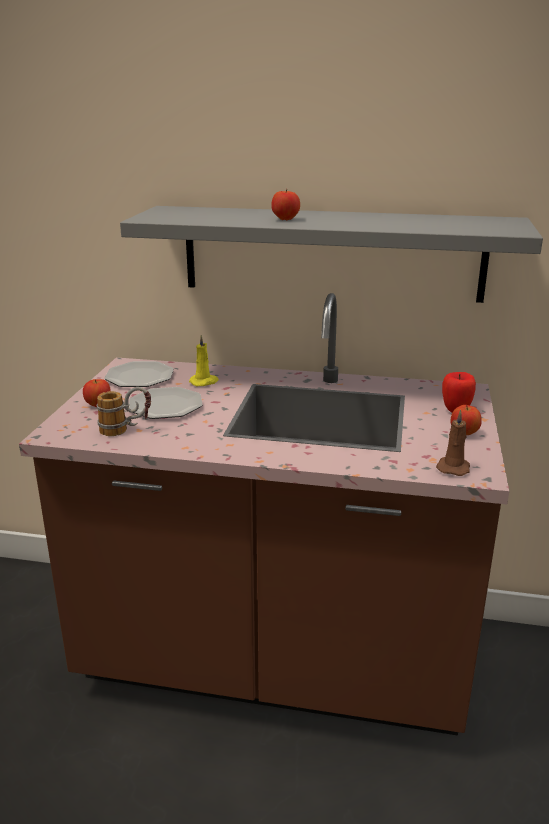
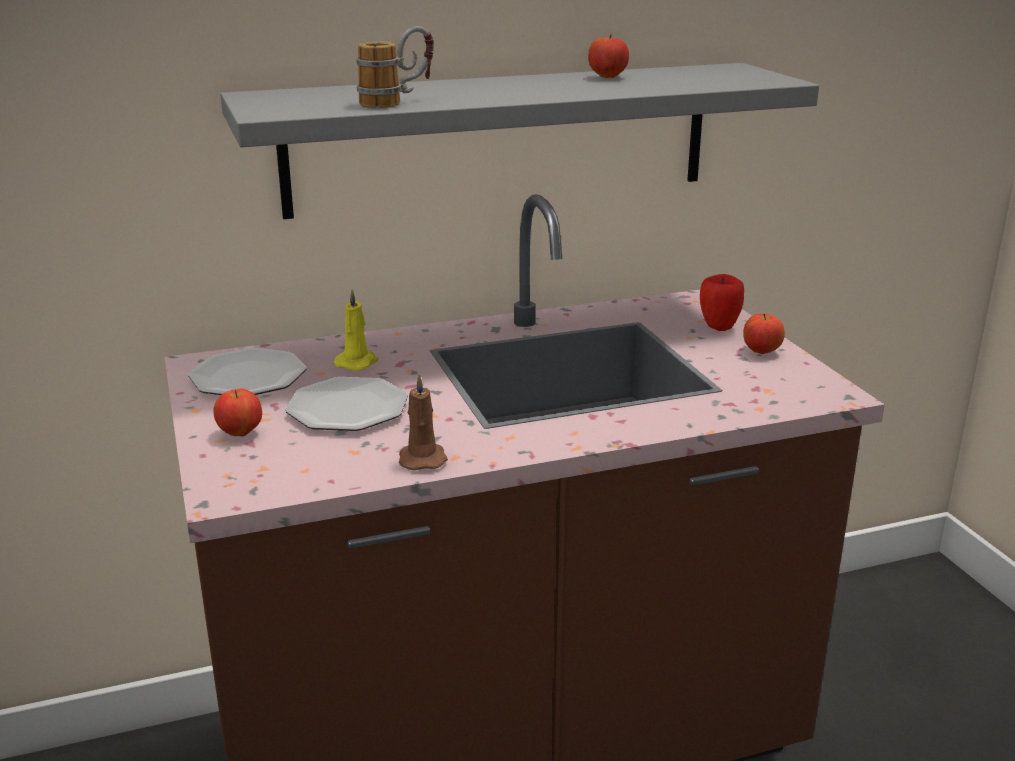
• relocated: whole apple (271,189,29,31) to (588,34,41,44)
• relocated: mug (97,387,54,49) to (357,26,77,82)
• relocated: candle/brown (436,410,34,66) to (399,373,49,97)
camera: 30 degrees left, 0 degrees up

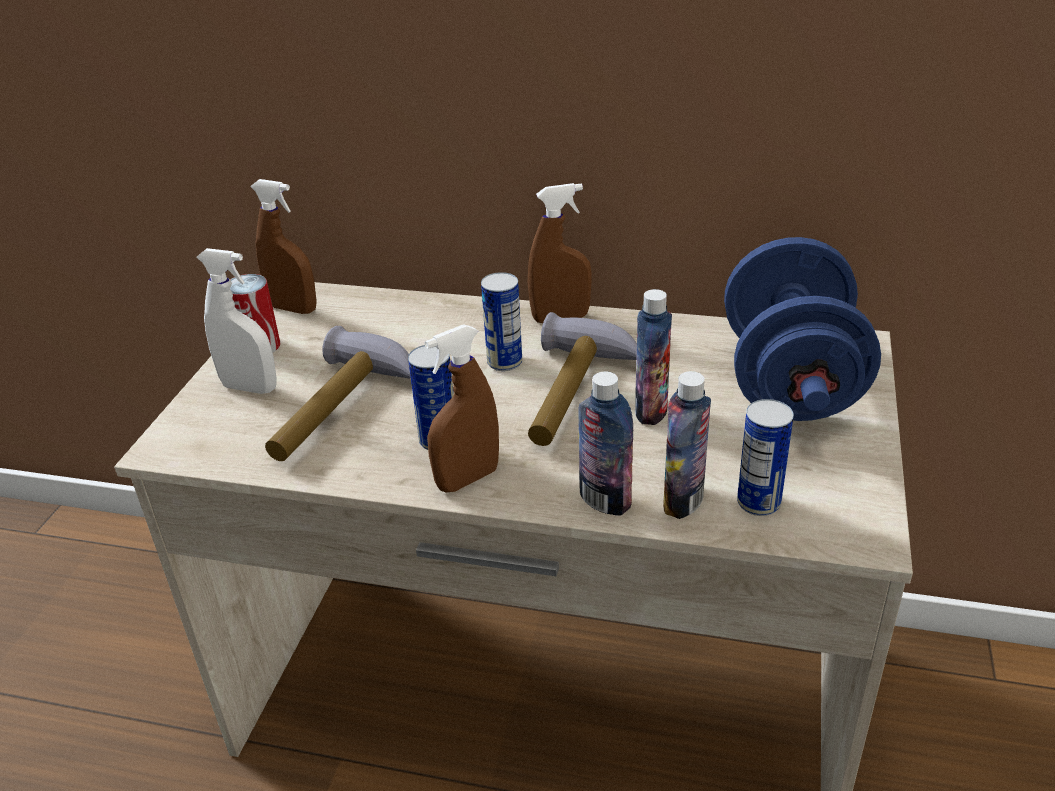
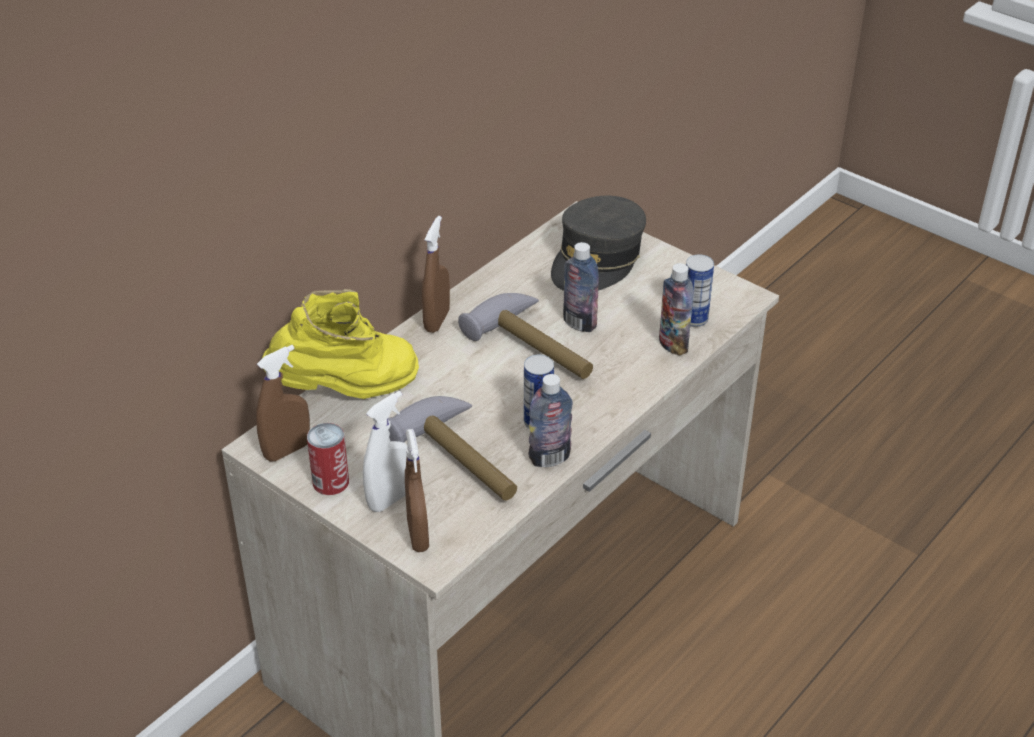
• exchanged: hand weight/blue (724,237,157,184) to cap/gray (551,196,95,95)
• missing: can (481,272,41,99)
• relocated: spray bottle/brown (424,324,75,169) to (405,429,24,123)
• relocated: bottle (578,372,55,144) to (529,374,44,93)
• appeared: boot/yellow-coloured (262,289,157,110)
camera: 65 degrees left, 5 degrees up

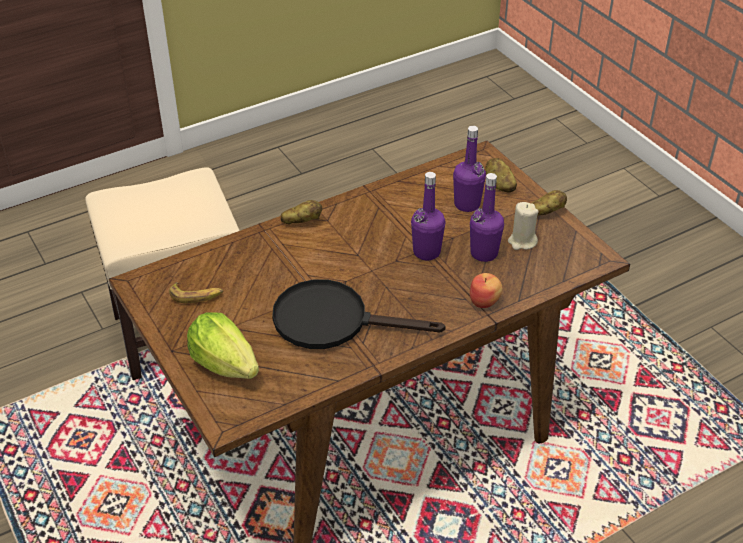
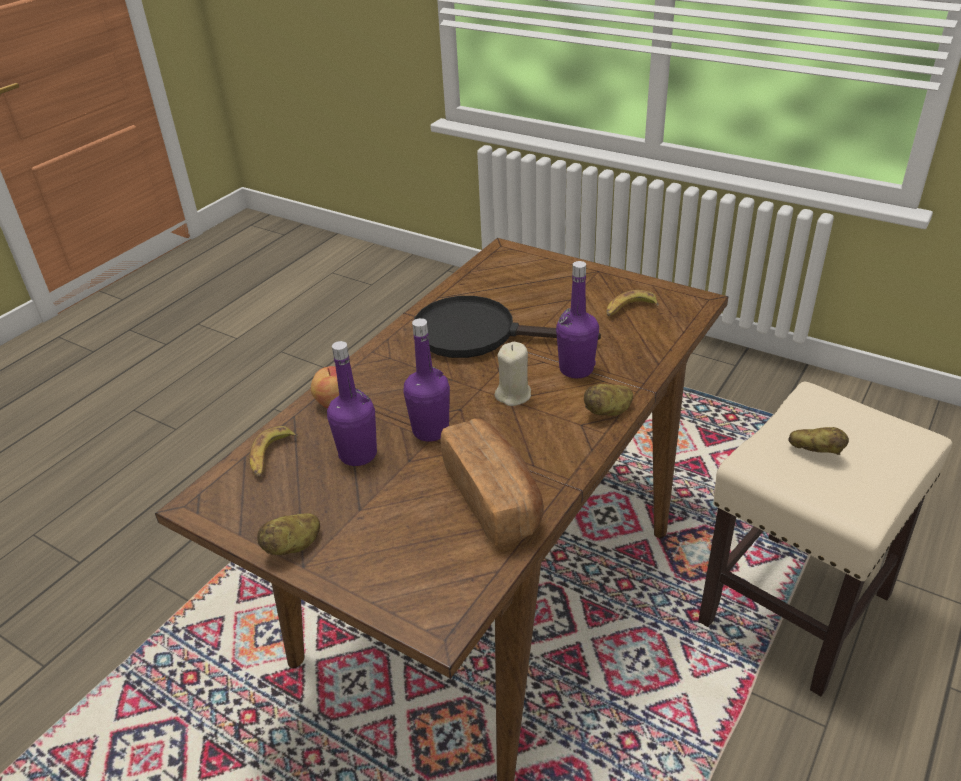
• relocated: bottle/purple (453,126,33,86) to (556,261,43,117)
• relocated: whole potato (485,158,32,34) to (788,427,61,28)
• relocated: candle/beige-coloured (508,202,30,48) to (494,342,37,64)
• spun: pan/black (272,279,174,70) = (414,296,187,62) 150 degrees counterclockwise
• missing: head of lettuce (187,312,72,67)
• appeared: bakery bread (441,418,103,128)
• appeared: banana (250,426,48,52)
camera: 155 degrees right, 5 degrees down

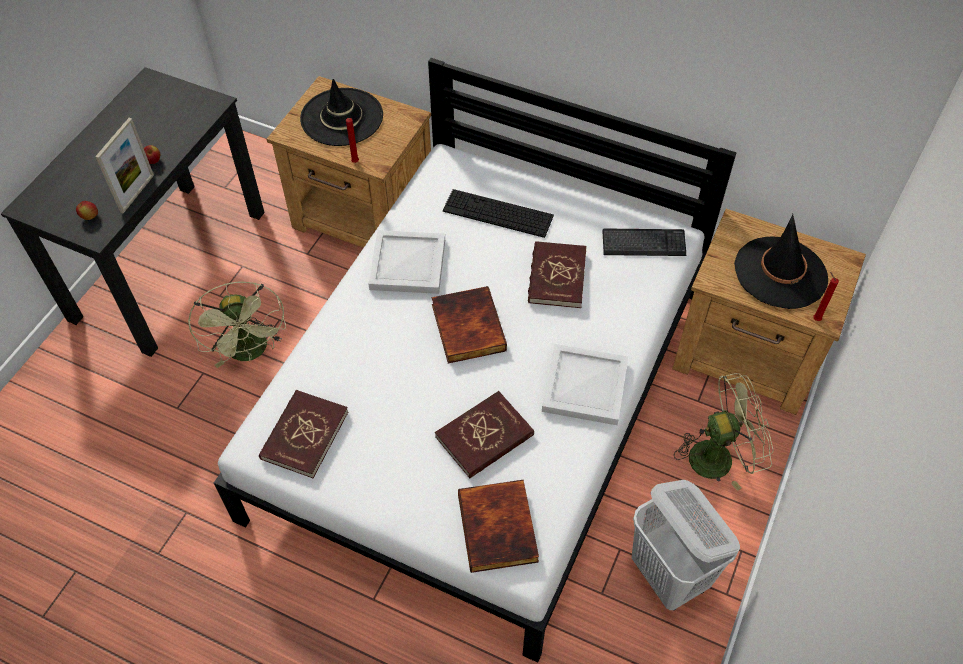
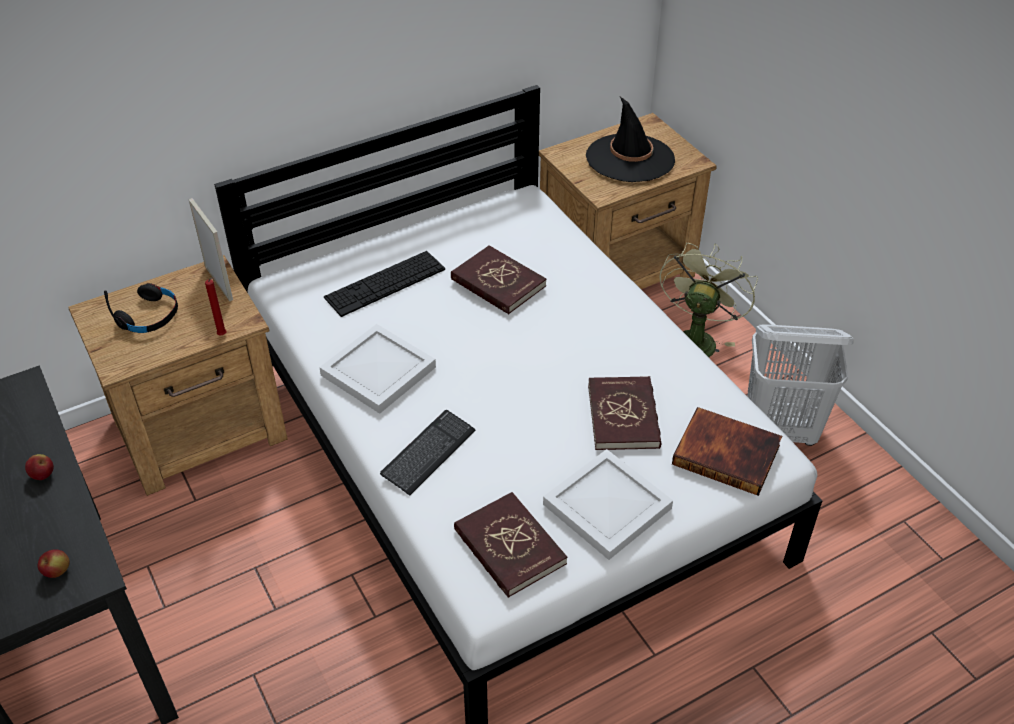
• exchanged: wearable hat/black (300,79,83,67) to headphones/black (104,283,74,50)
• relocated: standing frame (95,118,59,95) to (189,198,44,103)
• relocated: keyboard (603,228,83,28) to (380,410,95,86)
• missing: candle/red (813,272,26,49)
• missing: cooling fan/green-coloured (188,282,98,86)
• missing: book (432,286,75,77)
• relocated: tray/white-coloured (542,344,86,81) to (543,449,130,111)
camera: 55 degrees left, 10 degrees down

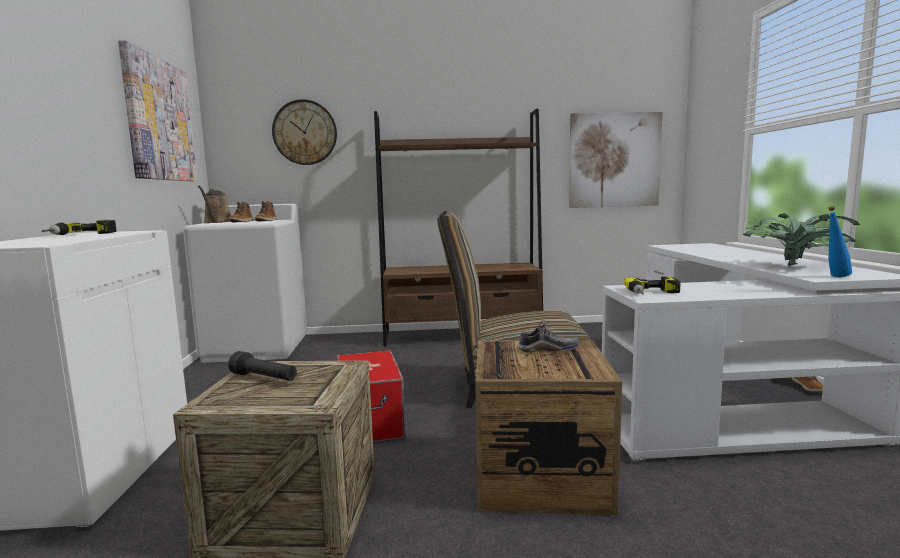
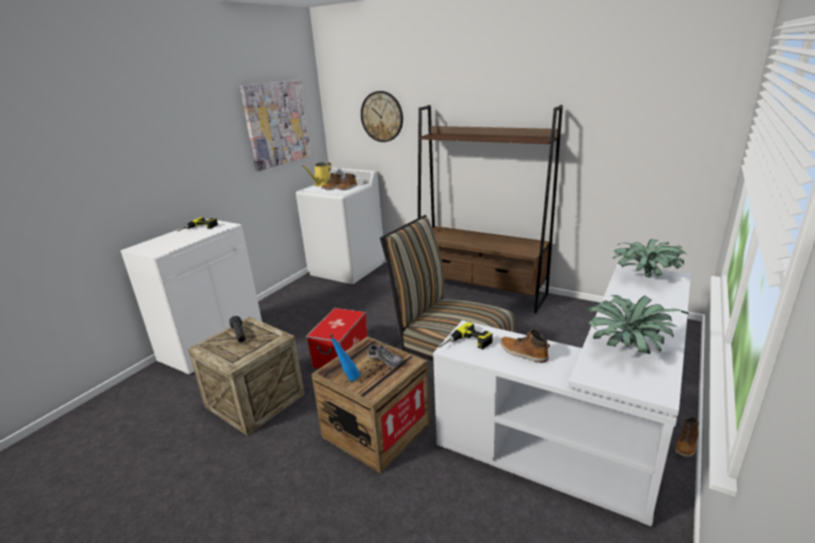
• missing: wall art (569,112,94,96)
• colour: sprinkling can/brown (198,186,33,37) to sprinkling can/yellow-coloured (302,162,29,25)
• relocated: bottle/blue (828,206,24,71) to (329,334,31,47)
• appeared: houseplant (613,239,73,38)
• appeared: boot (501,330,49,33)
camera: 35 degrees right, 15 degrees up

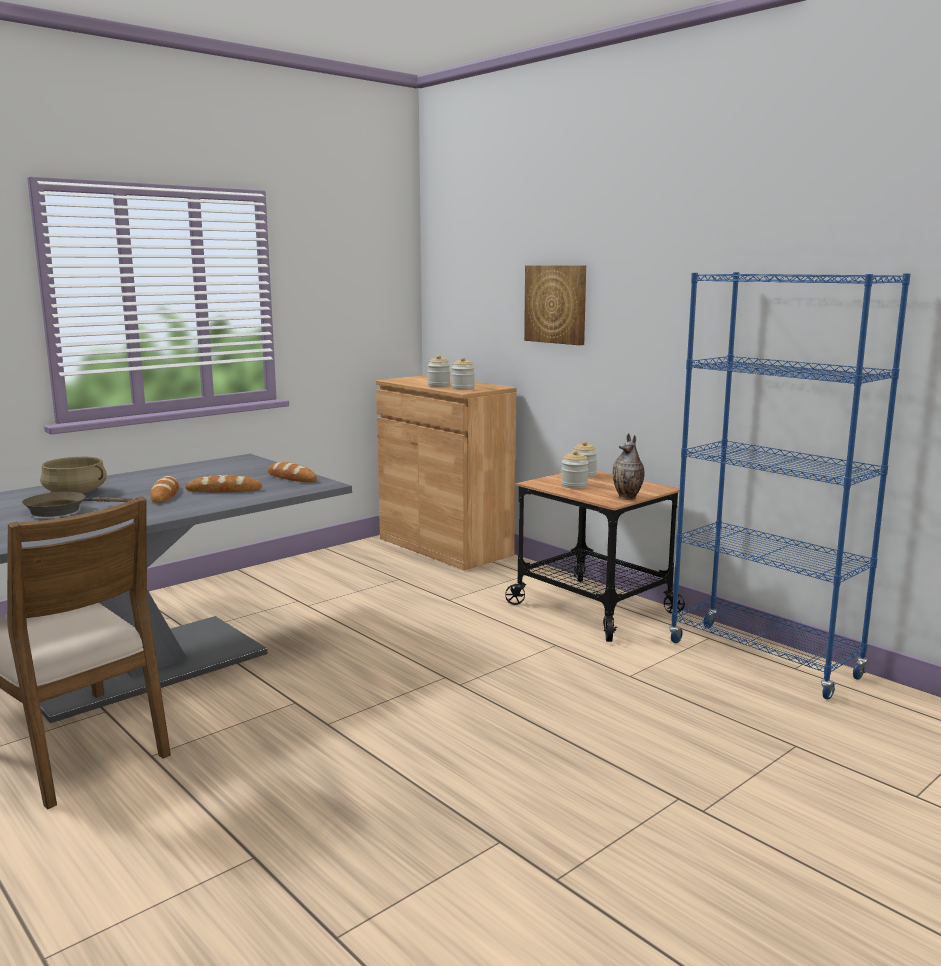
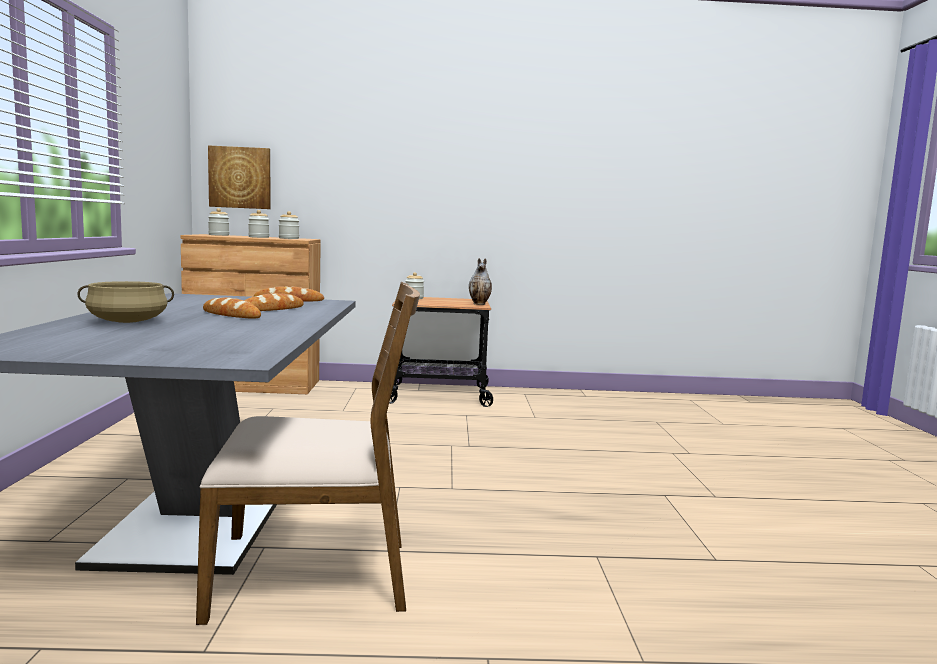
• relocated: wall art (524,265,62,80) to (208,145,63,64)
• missing: bookcase/blue (669,272,242,427)
• relocated: jar (561,450,28,39) to (208,208,21,28)
• missing: pan/brown (22,492,111,25)
camera: 50 degrees left, 5 degrees down

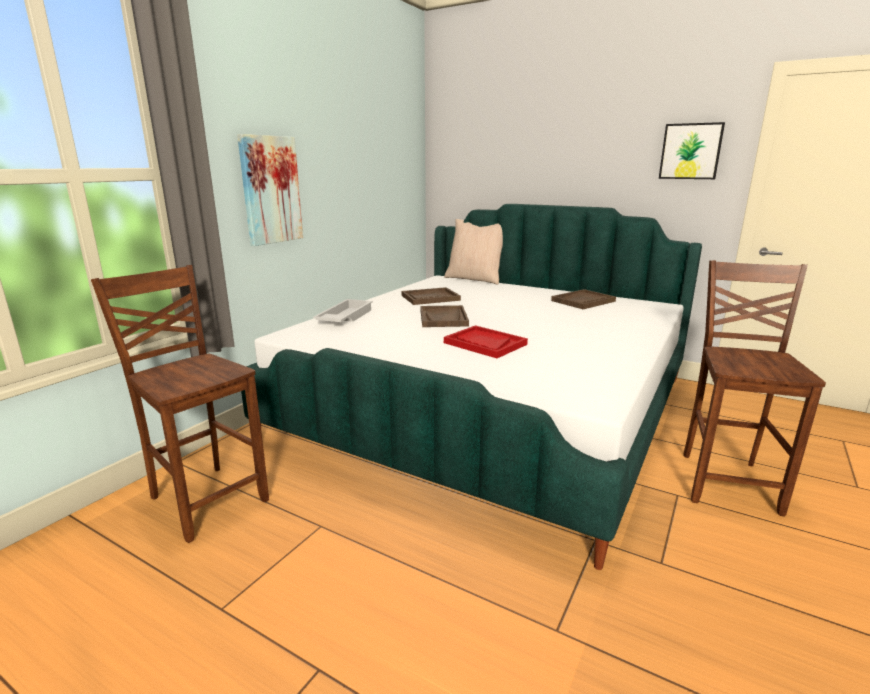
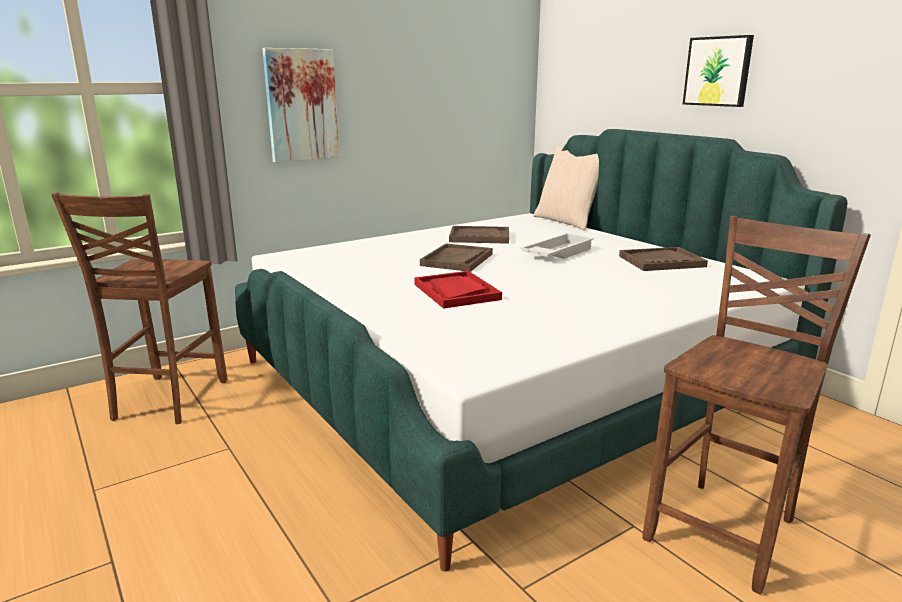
• relocated: wall art (659,122,66,57) to (683,35,71,72)
• spun: chair/brown (91,265,178,278) = (51,192,176,232) 150 degrees counterclockwise
• relocated: tray/white-coloured (313,299,60,23) to (520,233,74,26)
camera: 25 degrees right, 0 degrees up

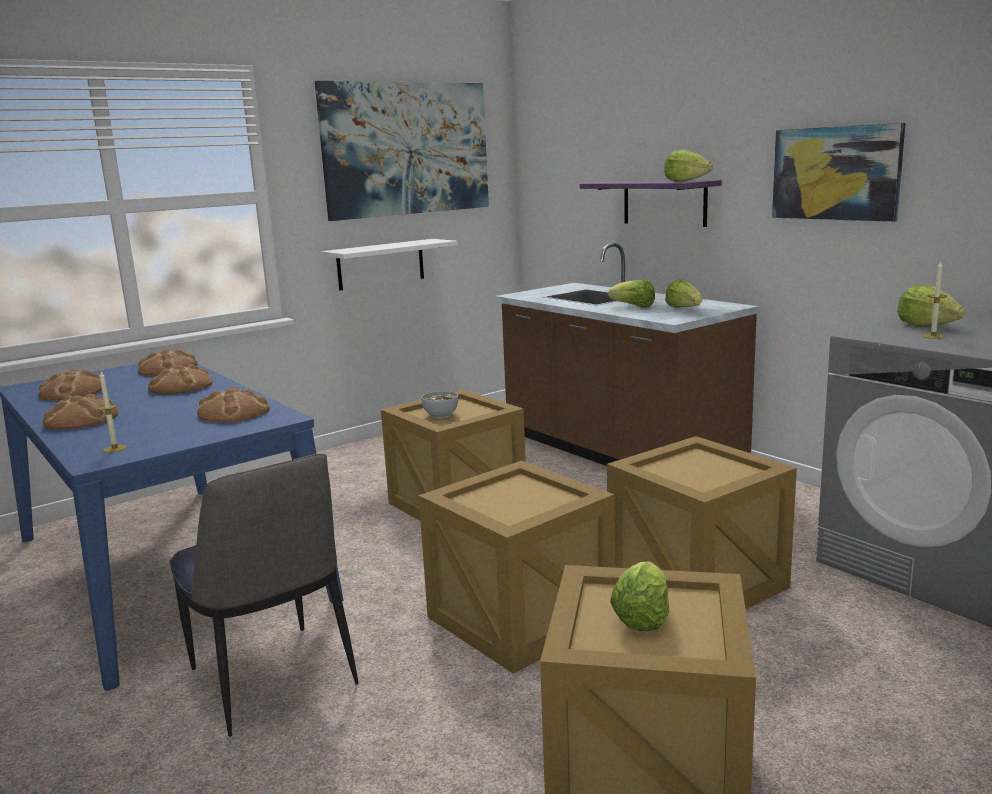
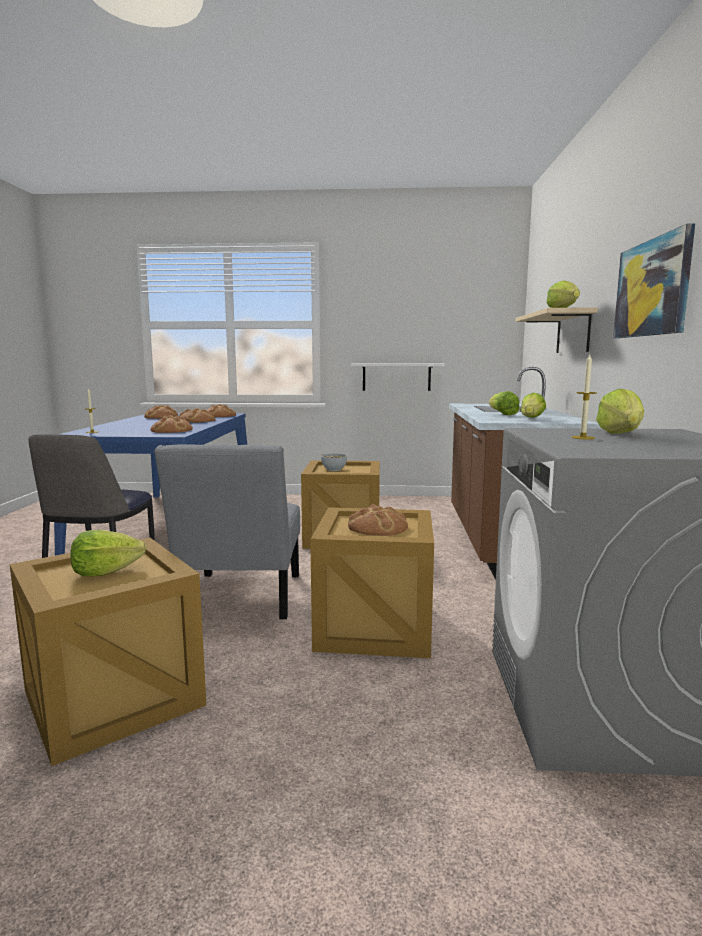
• missing: wall art (315,81,174,140)
• colour: wall shelf/purple (580,180,142,47) to wall shelf/beige-coloured (515,308,83,45)
• relocated: bakery bread (43,394,75,36) to (348,504,60,32)
• exchanged: crate (418,461,197,213) to chair/gray (154,444,146,175)
camera: 40 degrees right, 5 degrees down

